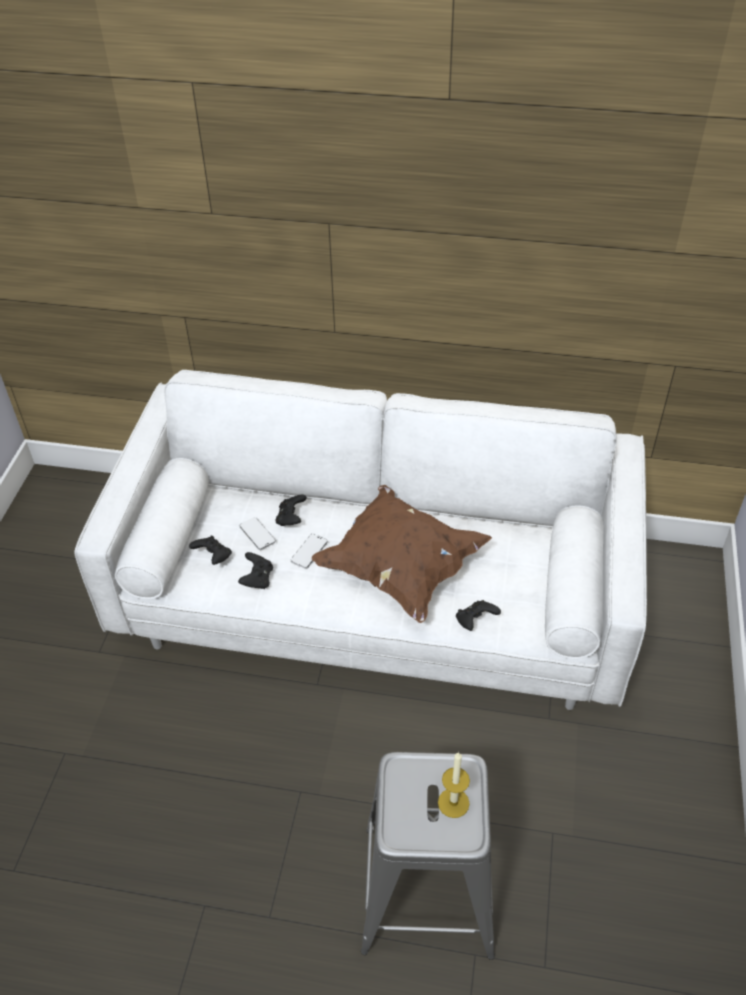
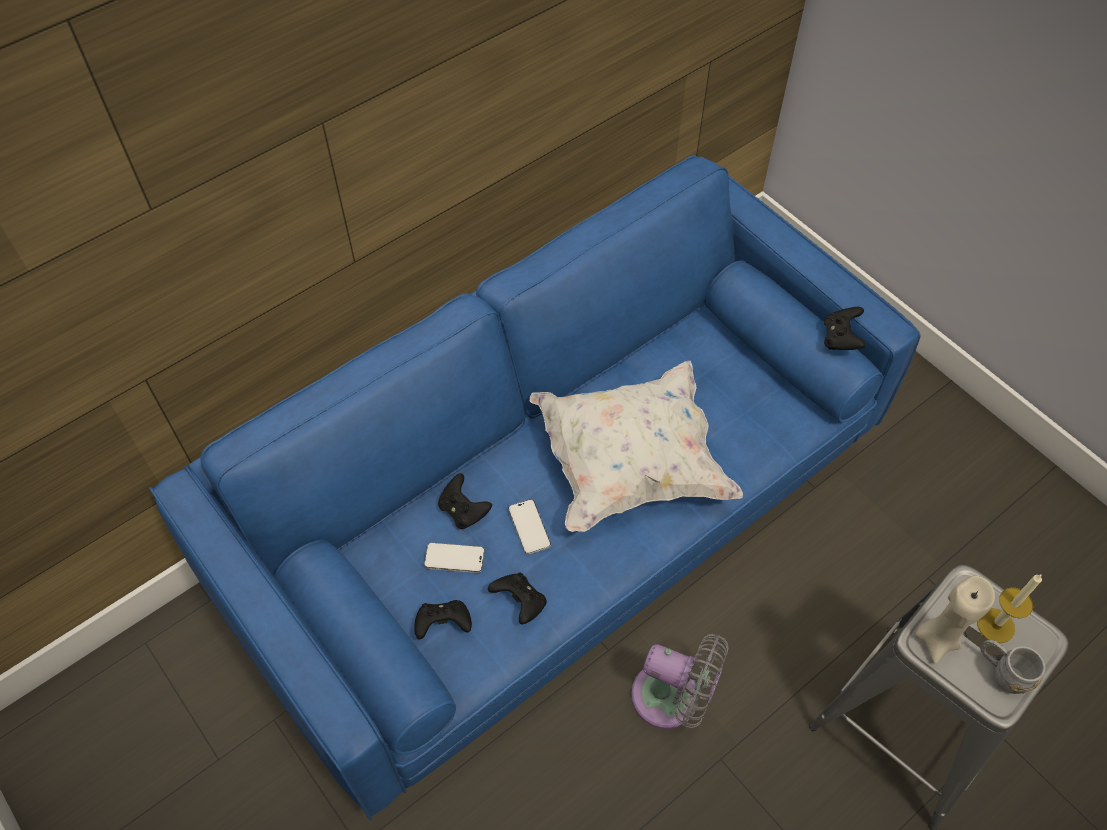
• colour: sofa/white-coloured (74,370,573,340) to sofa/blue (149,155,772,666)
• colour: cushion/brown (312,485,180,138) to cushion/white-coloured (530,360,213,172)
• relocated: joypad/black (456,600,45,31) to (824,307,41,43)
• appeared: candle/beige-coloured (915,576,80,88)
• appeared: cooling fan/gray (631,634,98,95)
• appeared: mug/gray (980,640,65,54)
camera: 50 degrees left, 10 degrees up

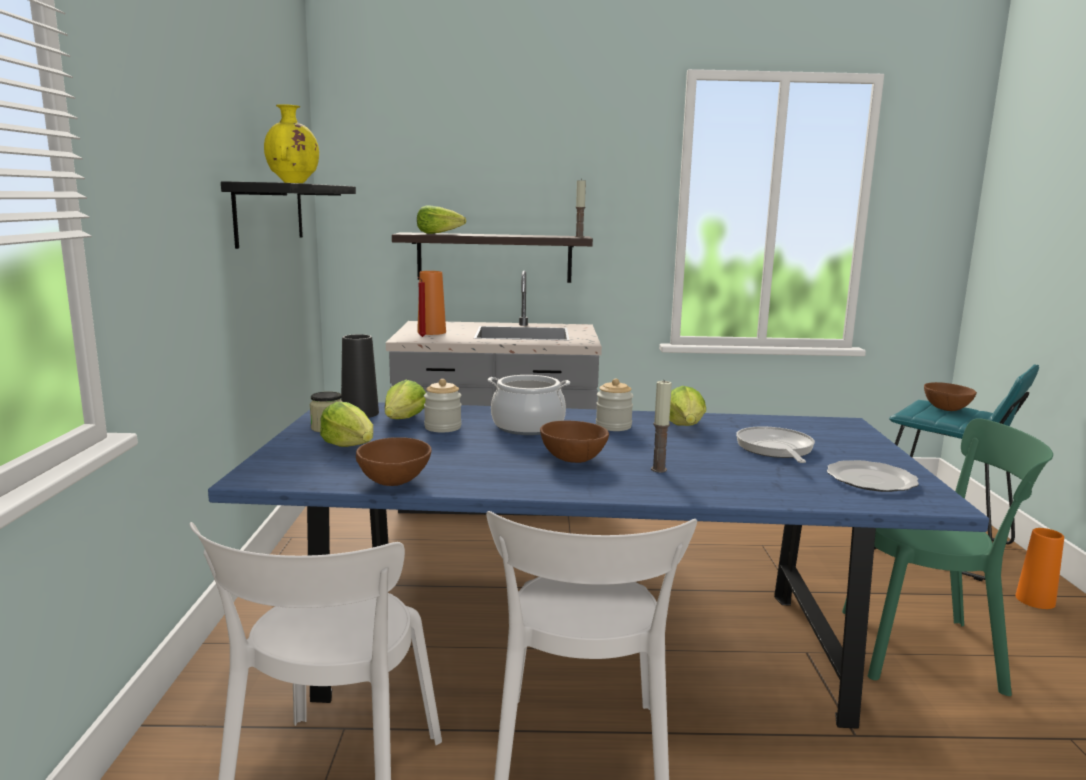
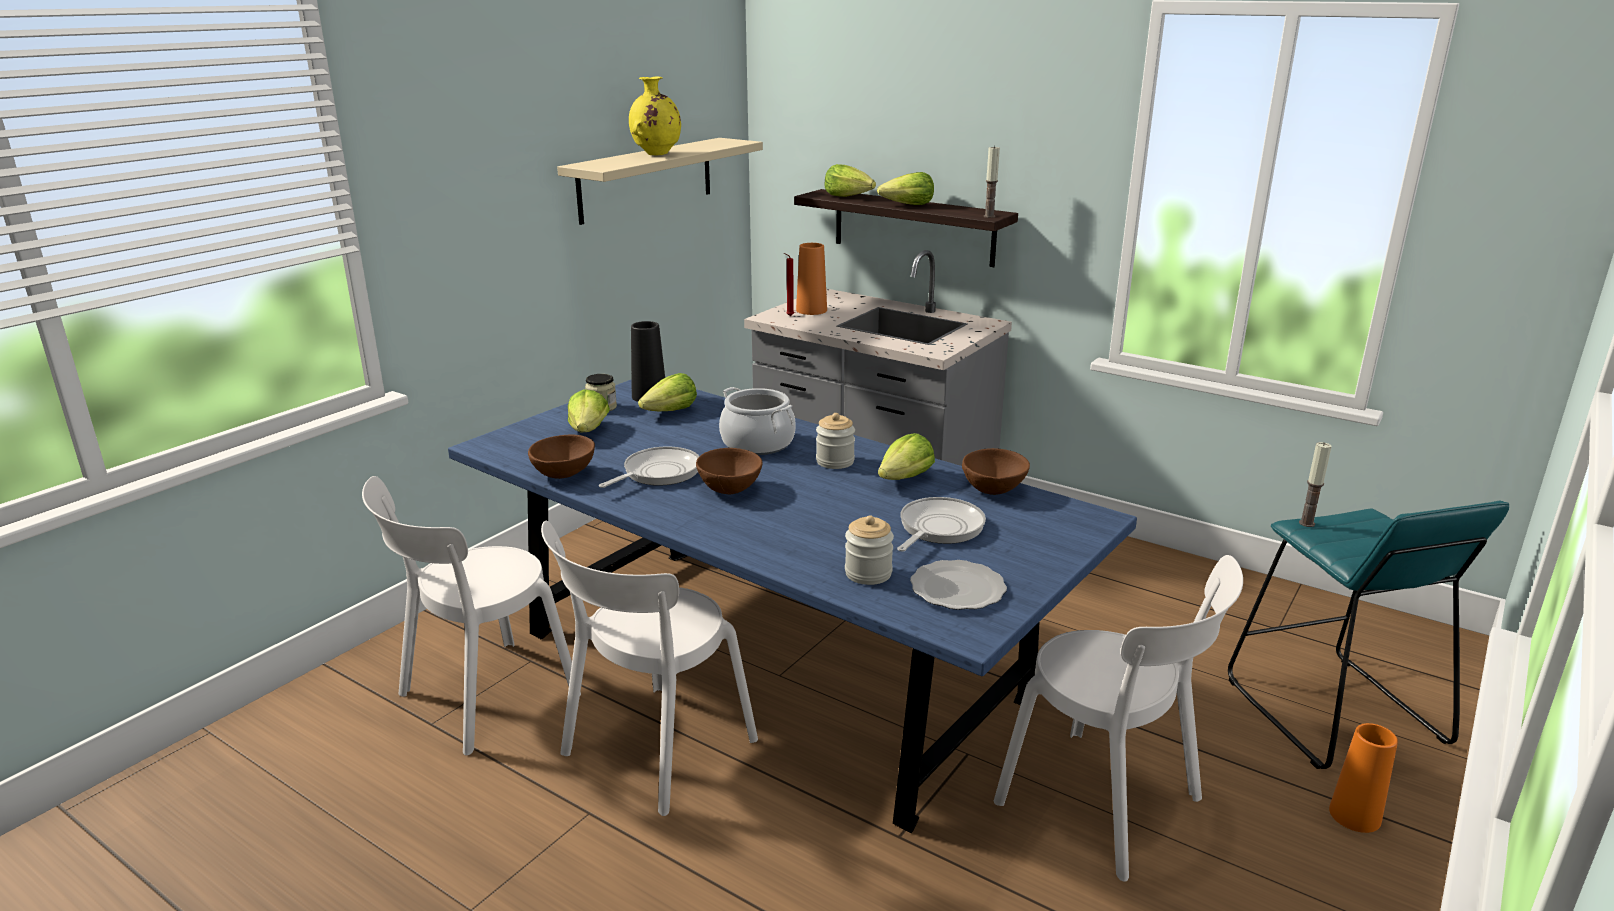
• colour: wall shelf/black (221,181,135,68) to wall shelf/beige-coloured (557,138,206,87)
• relocated: jar (424,379,38,53) to (845,515,49,70)
• relocated: candle (651,380,21,93) to (1299,442,33,85)
• relocated: deep dish/brown (924,382,53,29) to (962,448,68,47)
• colour: chair/green-coloured (842,418,211,278) to chair/white-coloured (994,555,249,327)
• appeared: head of lettuce (877,172,57,33)
• appeared: pan (599,447,100,41)
camera: 35 degrees right, 10 degrees up

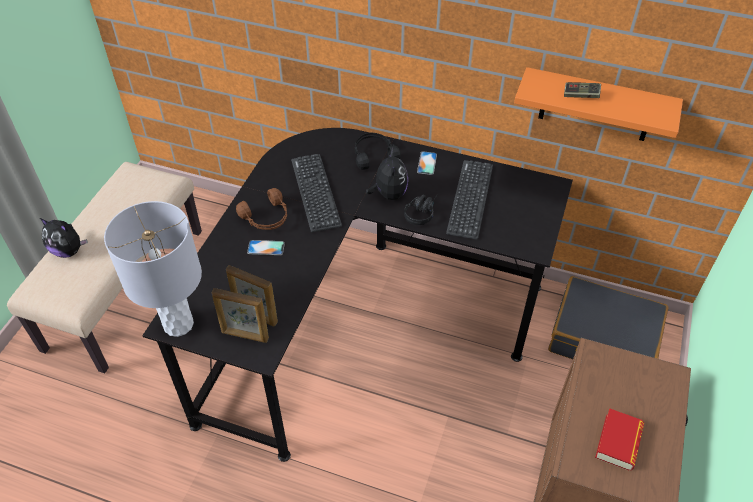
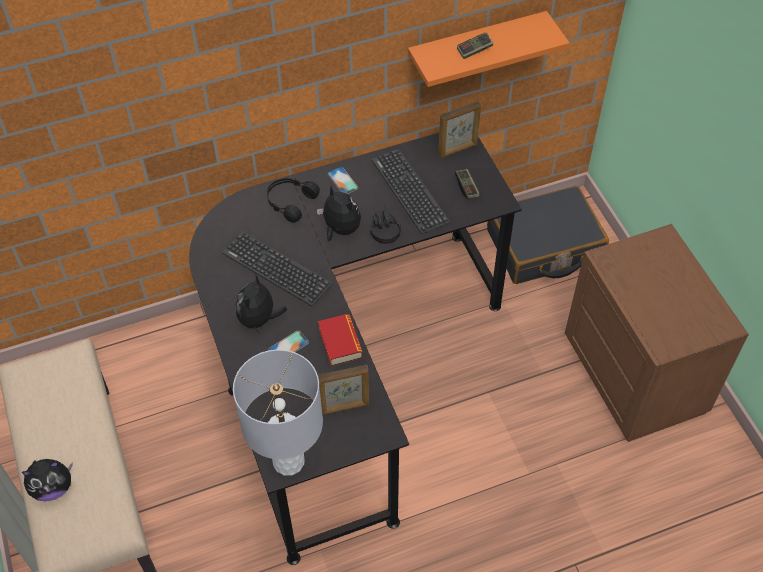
• exchanged: headphones/brown (236,188,51,42) to cuddly toy (236,274,51,59)
• relocated: standing frame (211,288,58,55) to (438,101,43,57)
• relocated: book (595,408,49,63) to (318,314,45,52)
• appeared: joypad (455,169,25,30)
camera: 40 degrees left, 5 degrees up

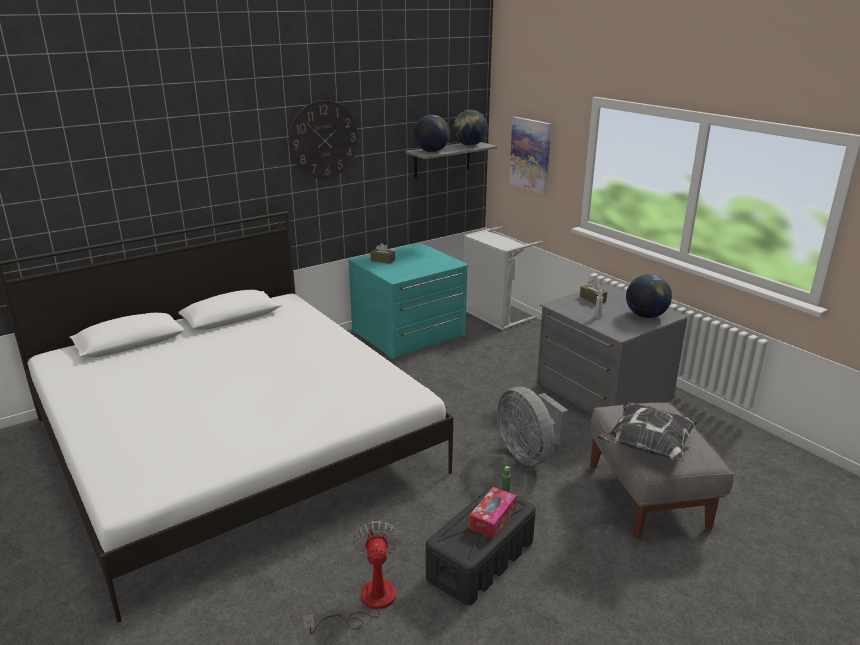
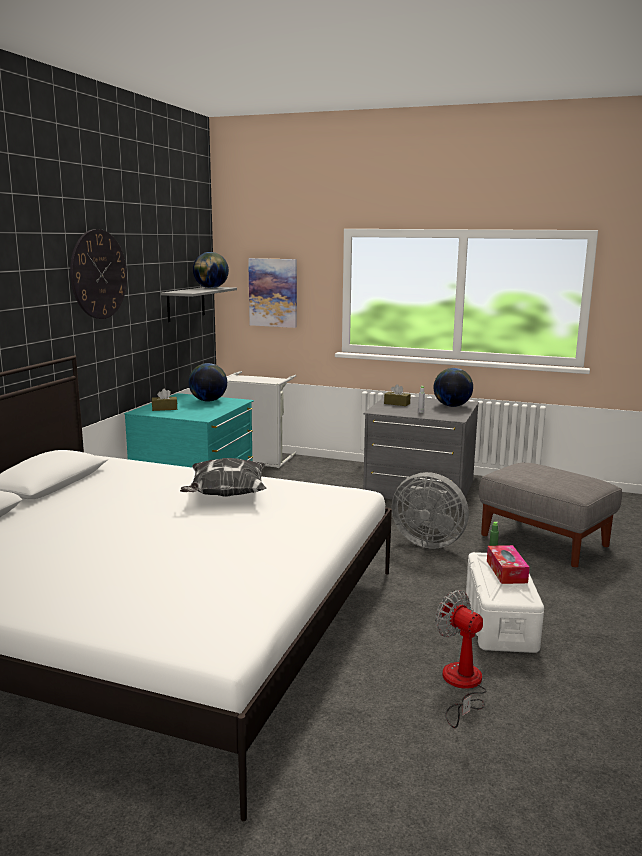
• relocated: world globe (413,115,37,37) to (189,363,38,39)
• relocated: cushion (597,401,103,61) to (180,458,87,39)
• colour: storage box/black (426,486,110,119) to storage box/white-coloured (466,552,78,101)
camera: 35 degrees left, 10 degrees down

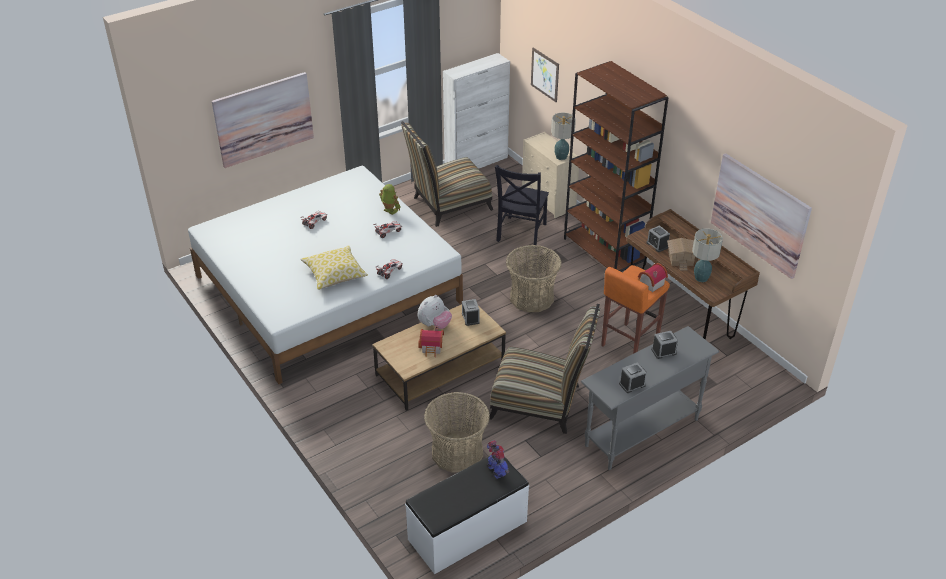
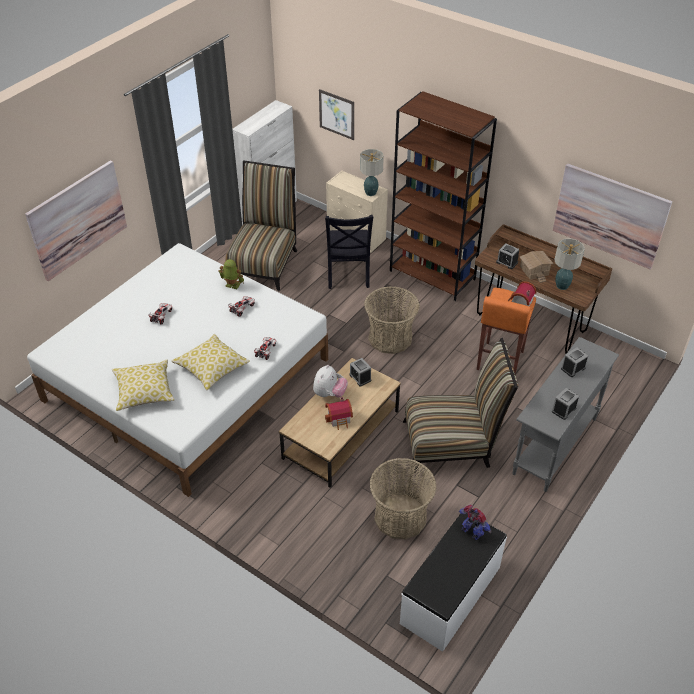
• spun: chair (401,121,92,106) = (225,160,72,131) 150 degrees clockwise
• appeared: cushion (112,359,62,52)
camera: 20 degrees left, 5 degrees up

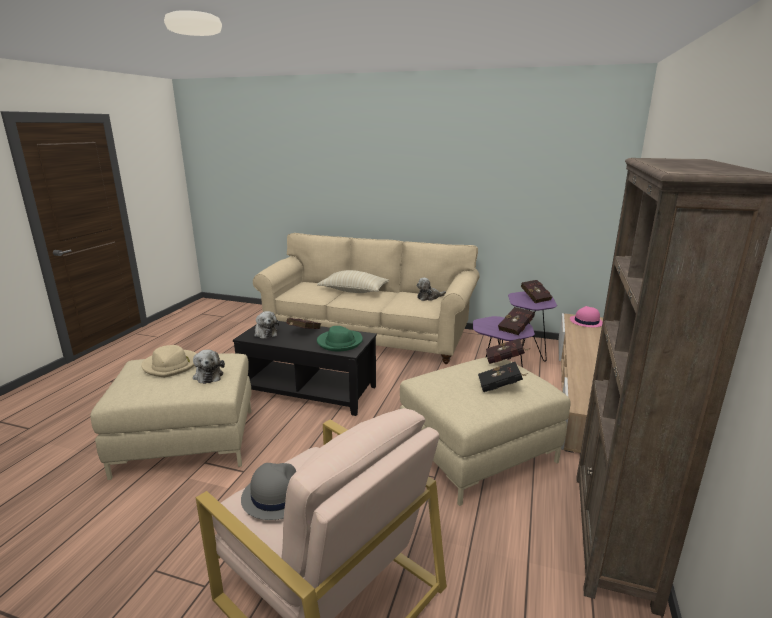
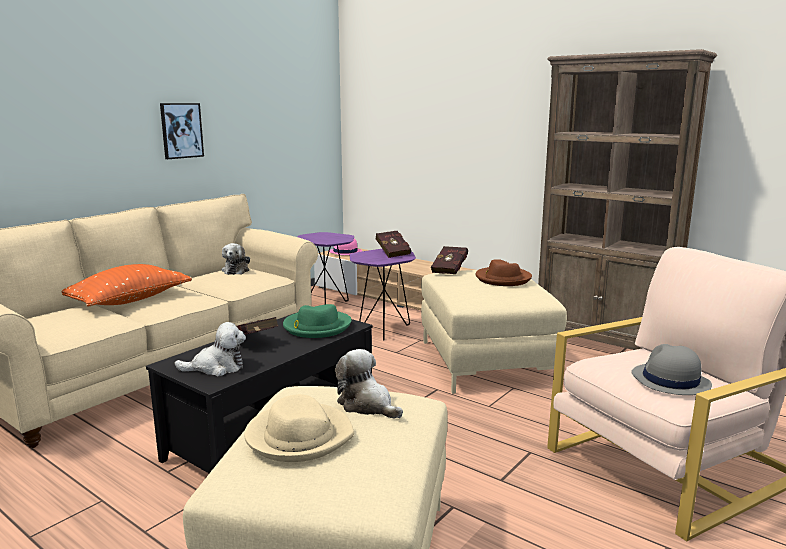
• colour: cushion/beige-coloured (317,270,72,23) to cushion/orangey (62,264,130,42)
• missing: book/red (521,280,31,23)
• spun: cuddly toy (193,350,32,34) = (335,349,68,70) 135 degrees counterclockwise
• exchanged: book/black (478,362,51,30) to wearable hat/brown (476,259,56,27)
• appeared: wall art (160,103,44,56)
camera: 70 degrees left, 5 degrees down

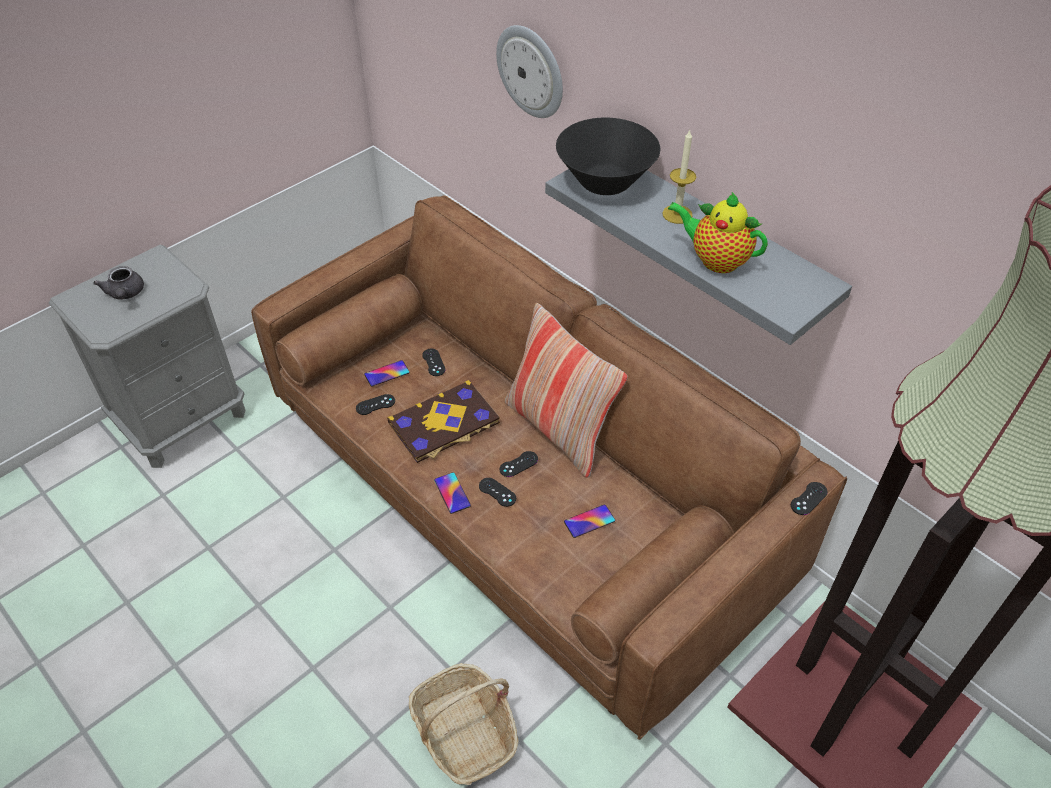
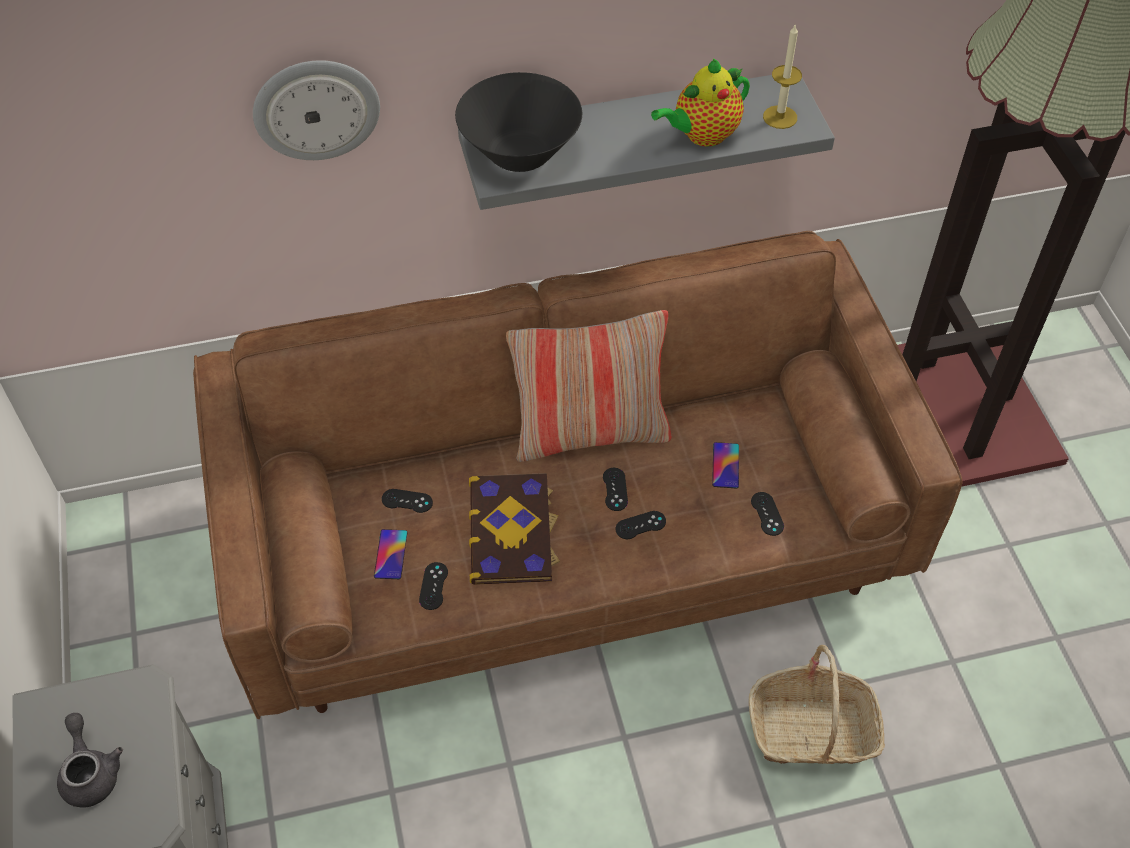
• relocated: candle (662,130,34,94) to (763,23,39,106)
• spun: pot for tea/gray (93,266,51,33) = (57,713,66,95) 120 degrees counterclockwise
• missing: handset (434,472,37,42)
• relocated: joypad/black (791,482,37,33) to (751,492,33,44)
camera: 60 degrees left, 5 degrees up

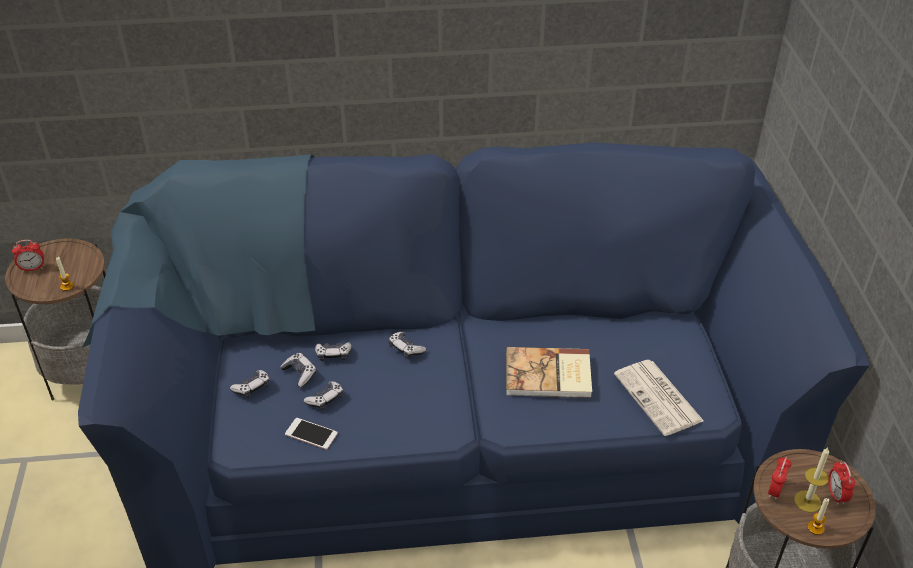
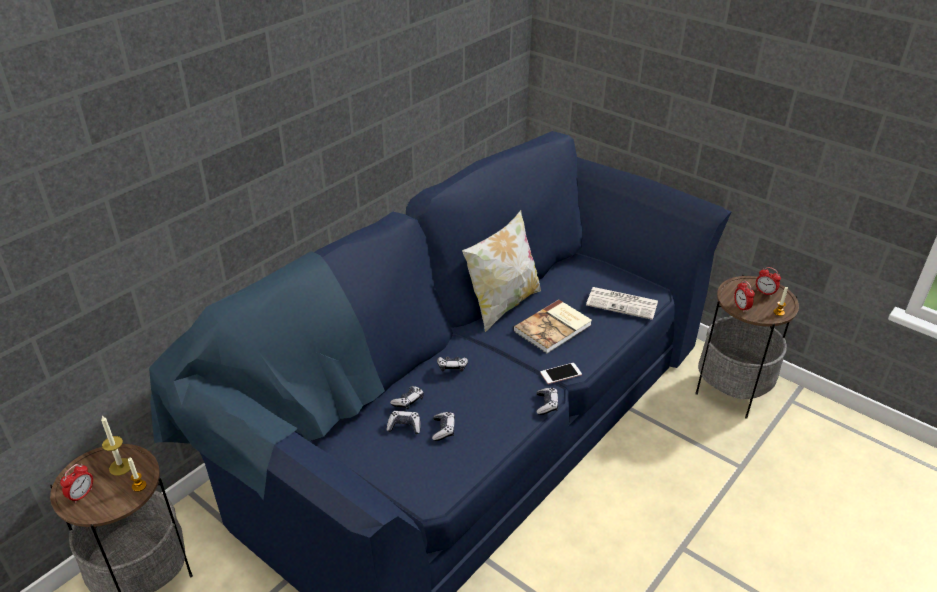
• relocated: joypad (230,370,40,28) to (536,388,22,27)
• relocated: handset (285,418,53,32) to (540,363,42,21)
• relocated: candle (794,447,35,66) to (101,416,30,60)
• appeared: cushion (462,210,79,122)
camera: 45 degrees left, 5 degrees down

